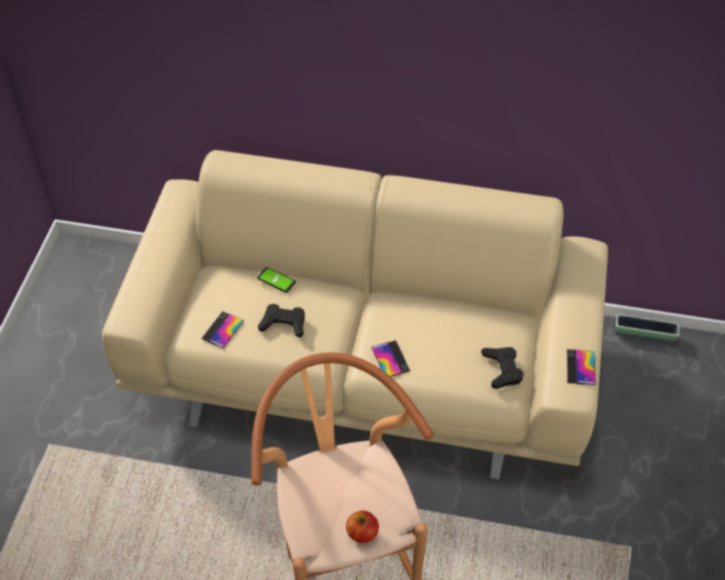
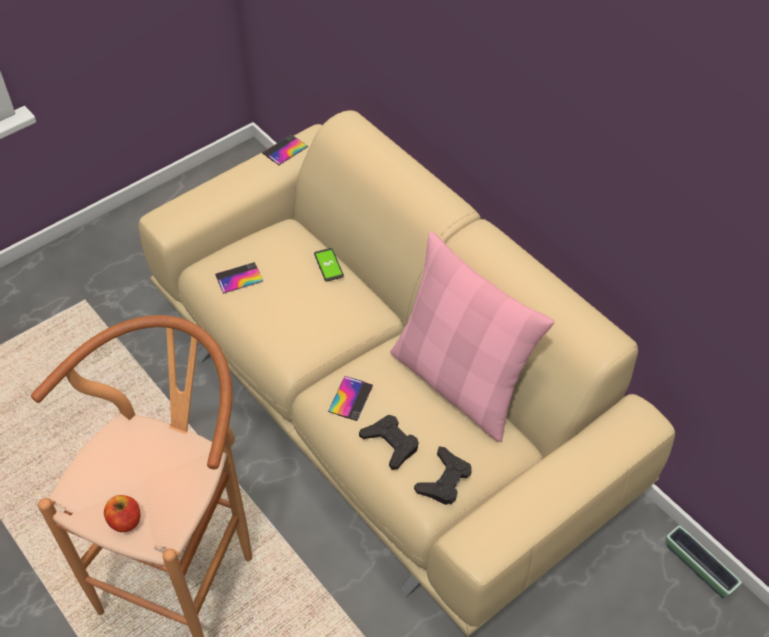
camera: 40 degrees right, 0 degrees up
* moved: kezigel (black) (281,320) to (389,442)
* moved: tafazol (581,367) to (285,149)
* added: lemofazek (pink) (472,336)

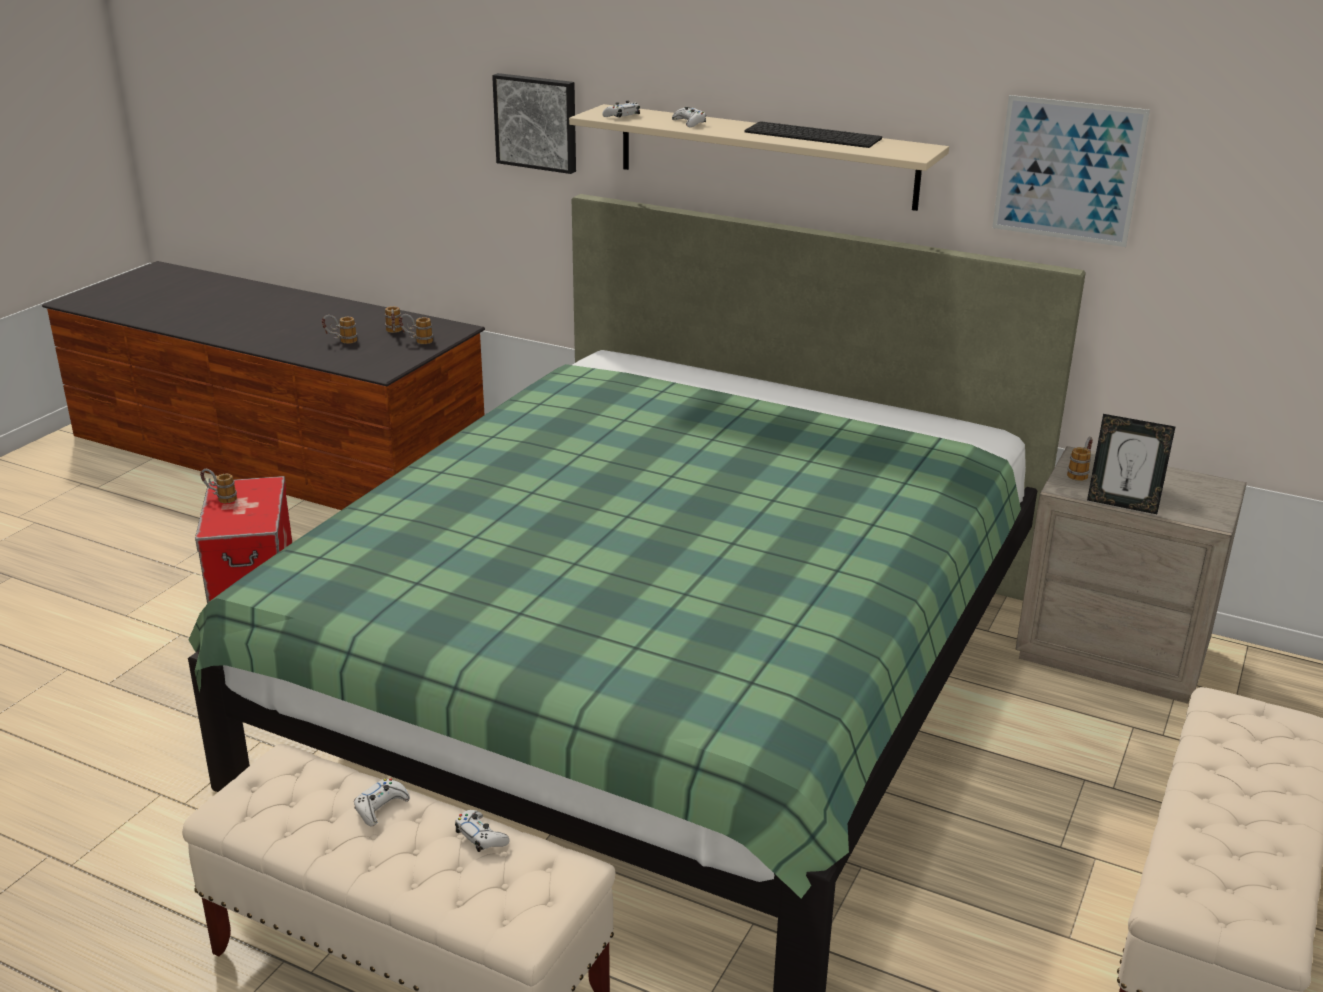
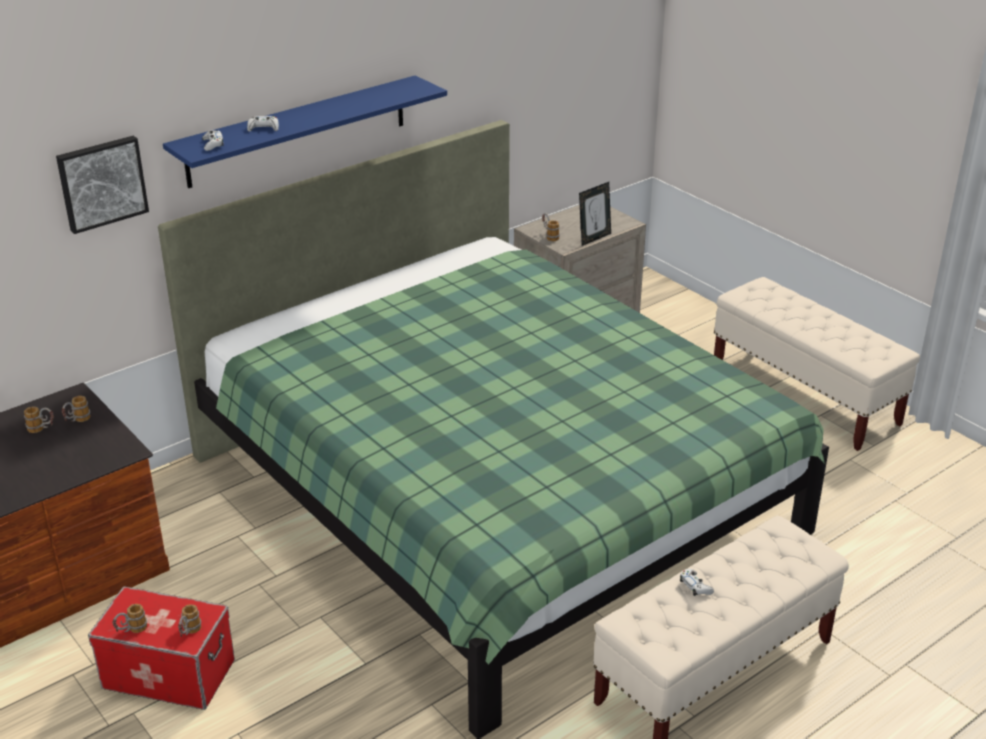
camera: 65 degrees left, 5 degrees up
* removed: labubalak (1071,171)
* recoloured: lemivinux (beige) (759,157) to lemivinux (blue) (305,131)
* removed: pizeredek (813,134)
* moved: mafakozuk (339,329) to (189,620)
* removed: kezigel (white) (482,831)

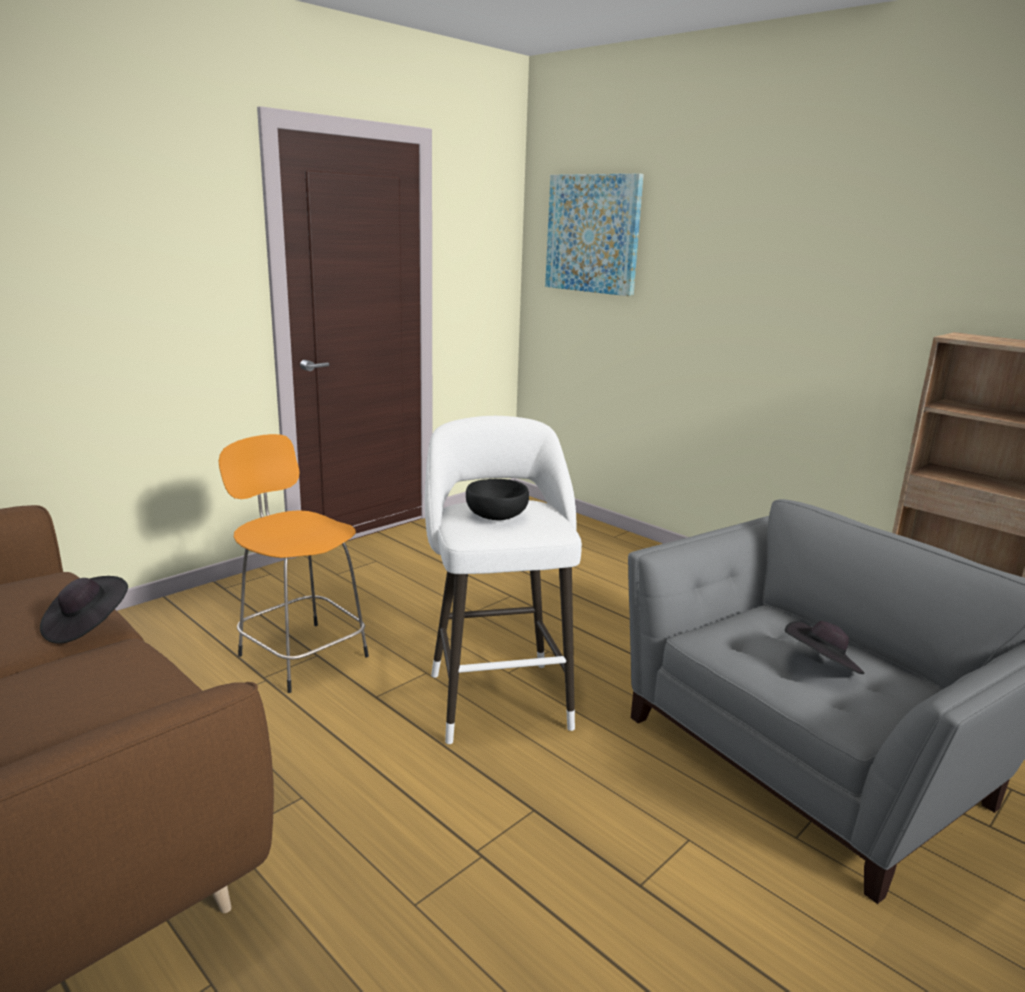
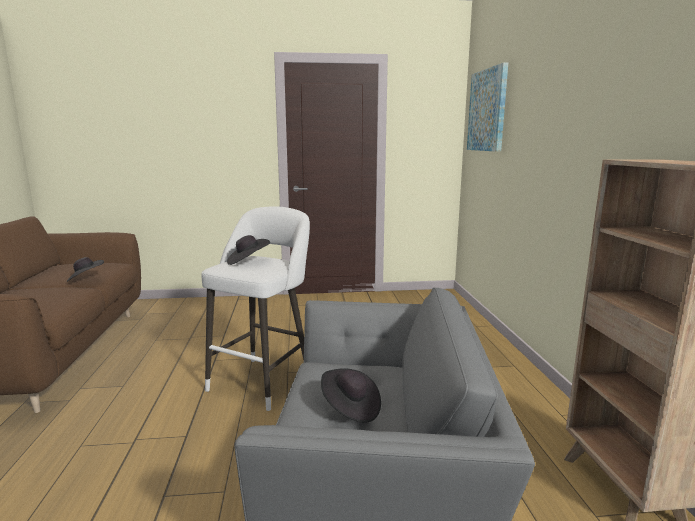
camera: 40 degrees right, 5 degrees down
* removed: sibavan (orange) (294,563)
* replaced: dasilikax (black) (497,499) to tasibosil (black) (248,250)

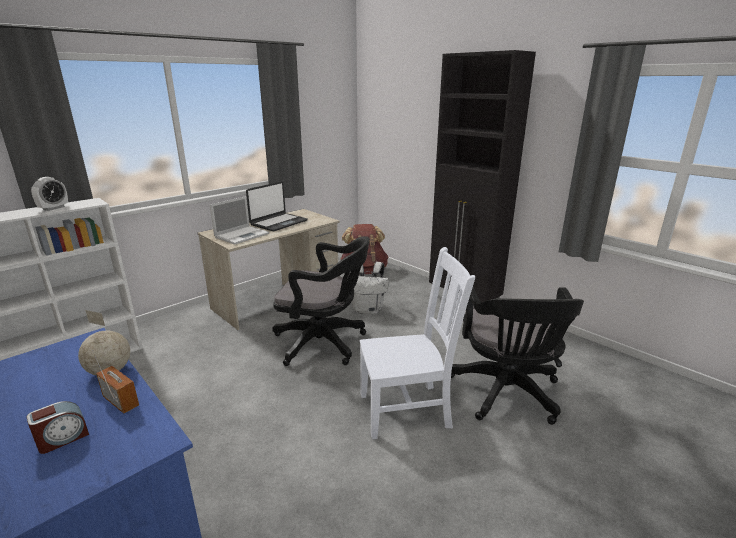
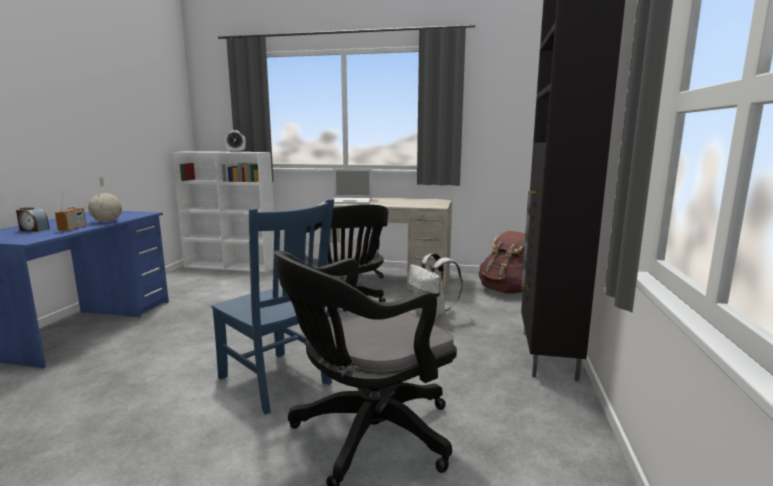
camera: 55 degrees right, 10 degrees down
* removed: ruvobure (277,206)
* recoloured: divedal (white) (417,343) to divedal (blue) (272,306)

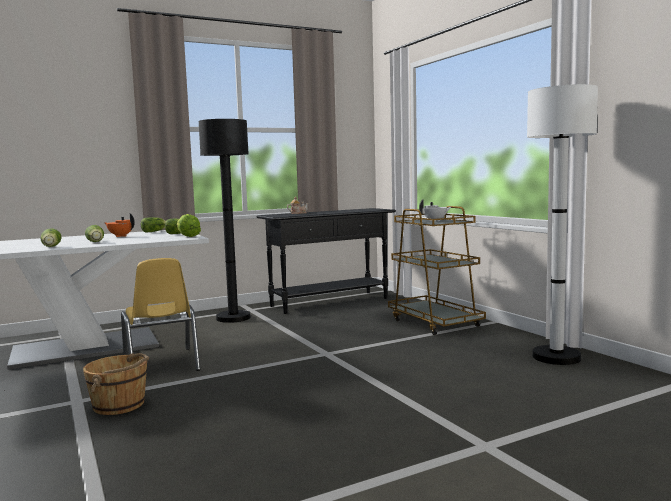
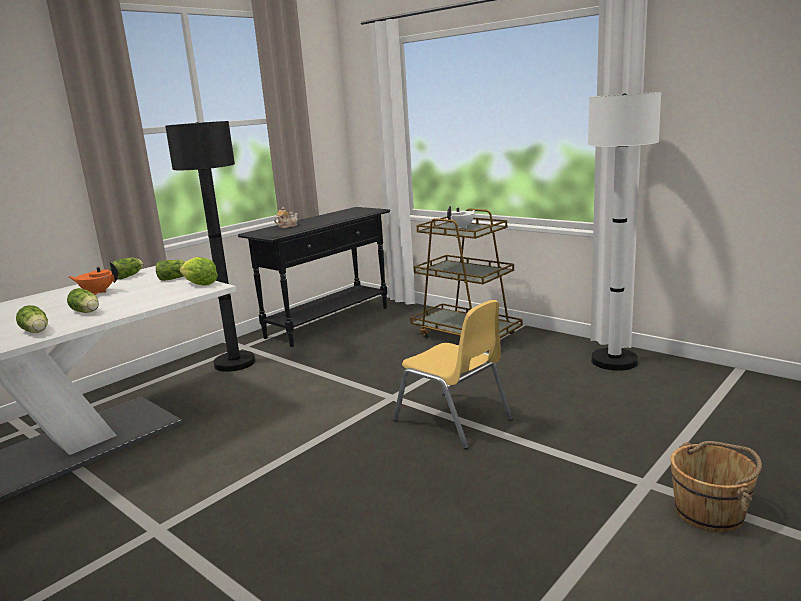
camera: 20 degrees left, 10 degrees up
* moved: divedal (yellow) (161,314) to (453,374)
* moved: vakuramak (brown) (116,384) to (716,486)

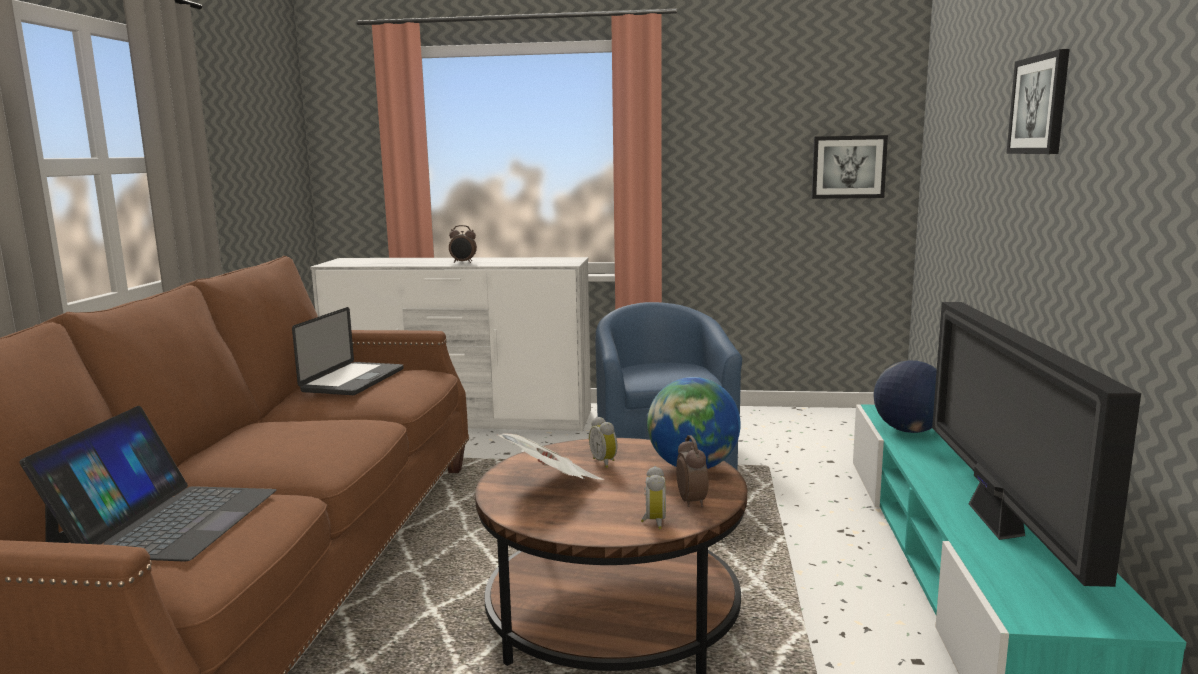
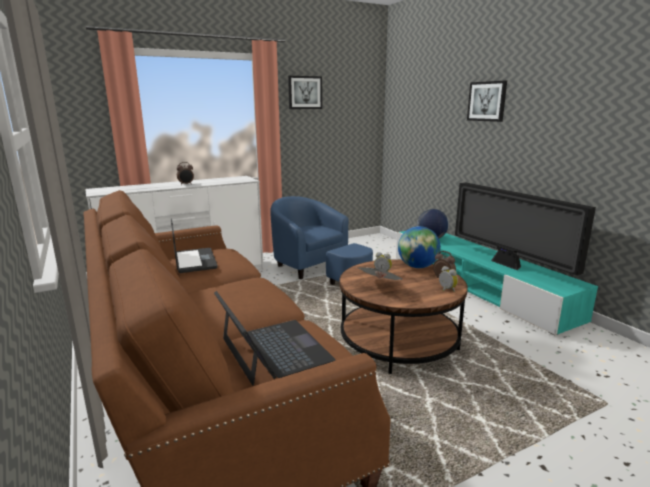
camera: 35 degrees left, 5 degrees up
* moved: labubalak (850,167) to (305,92)

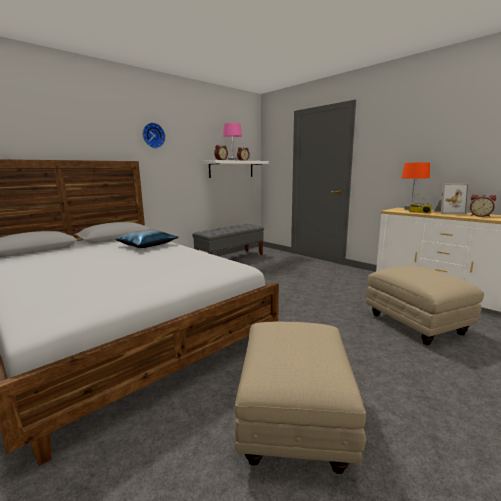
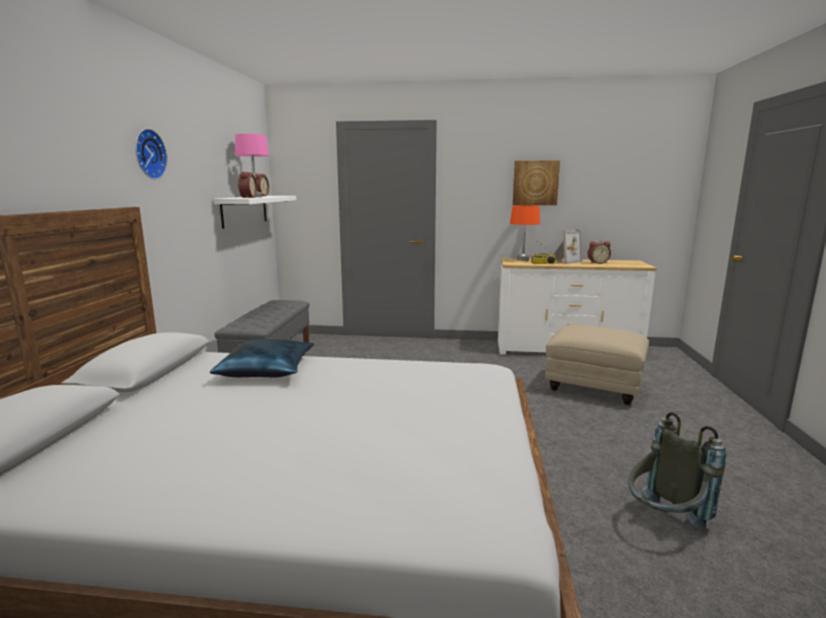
camera: 40 degrees left, 0 degrees up
* replaced: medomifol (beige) (300,398) to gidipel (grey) (677,470)
* added: labubalak (536,182)

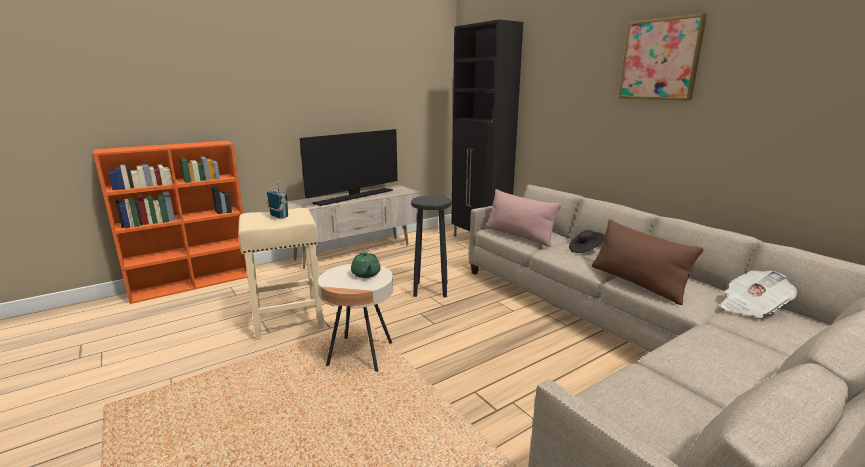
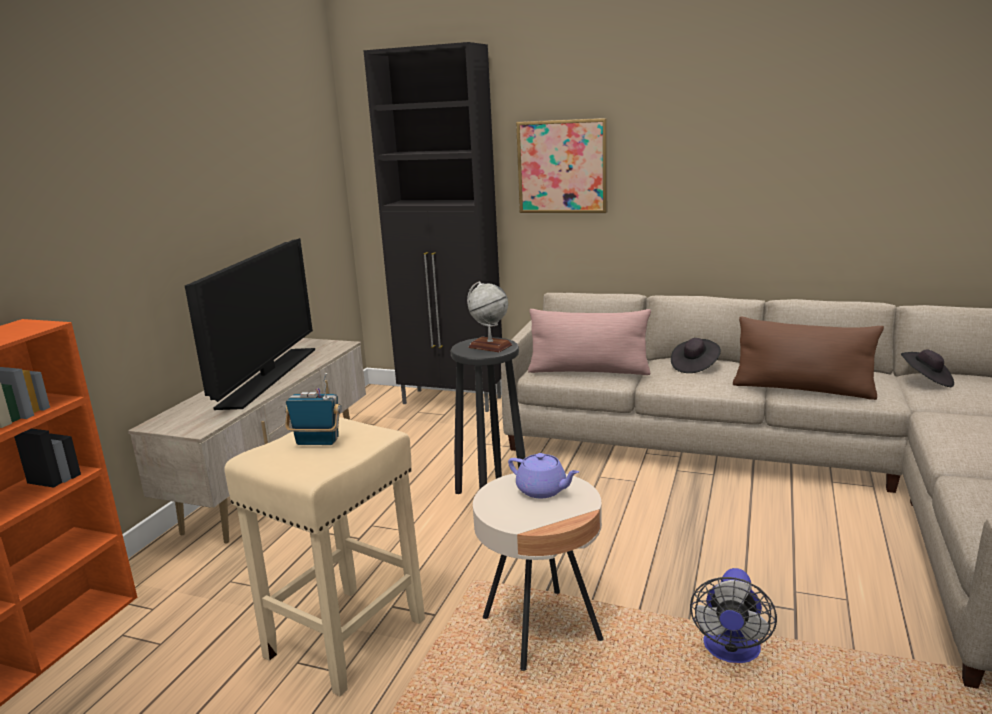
camera: 35 degrees left, 0 degrees up
* moved: labubalak (662,57) to (561,165)
* recoloured: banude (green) (366,265) to banude (purple) (543,475)
* replaced: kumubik (759,294) to tasibosil (black) (927,368)
* added: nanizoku (489,316)
* added: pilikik (733,615)

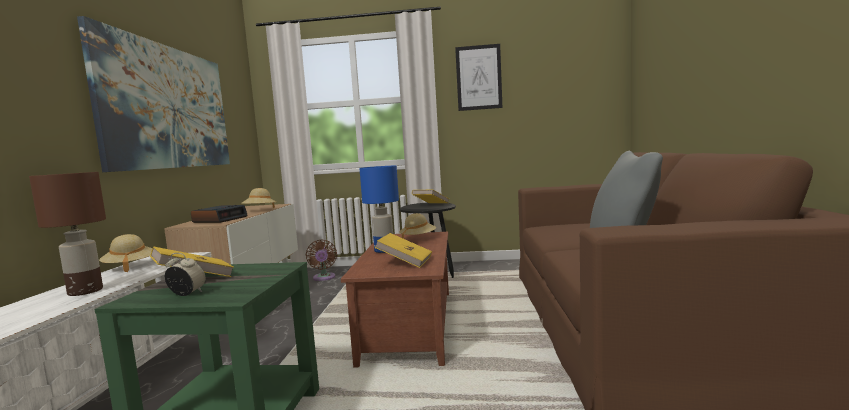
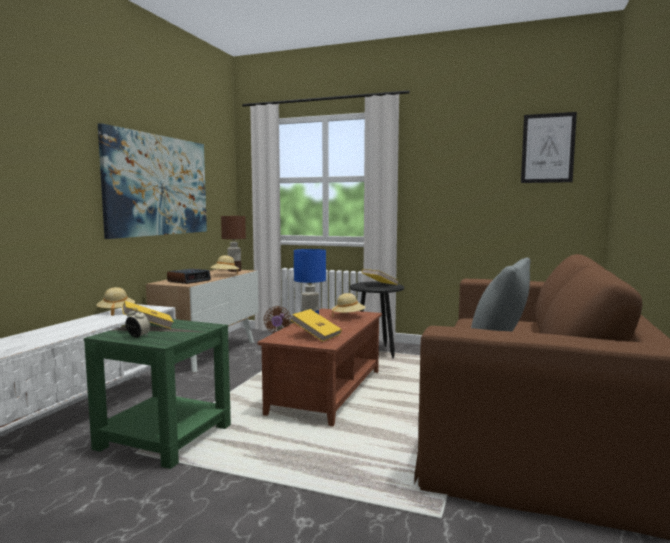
camera: 15 degrees right, 0 degrees up
* moved: labubalak (478,77) to (549,147)
* moved: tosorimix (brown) (67,234) to (233,244)

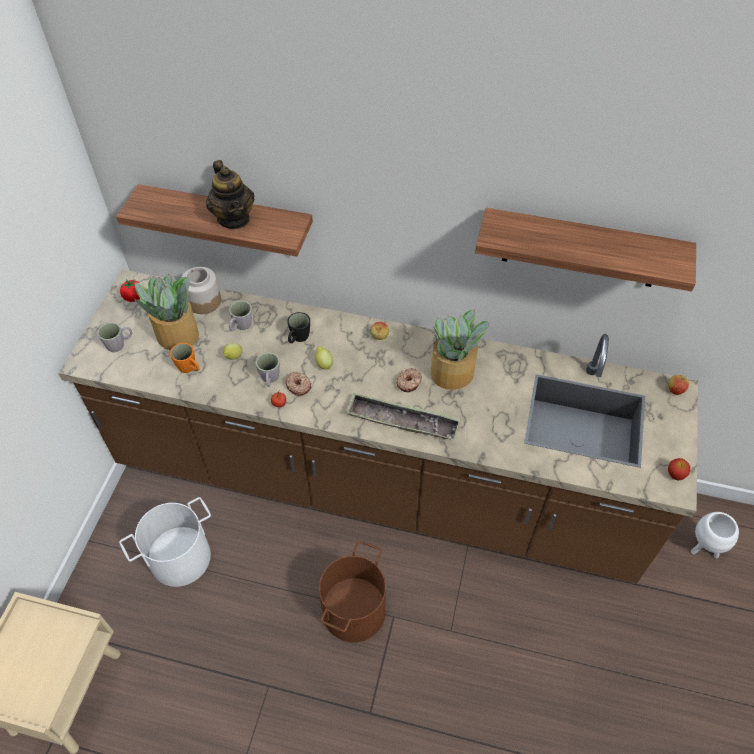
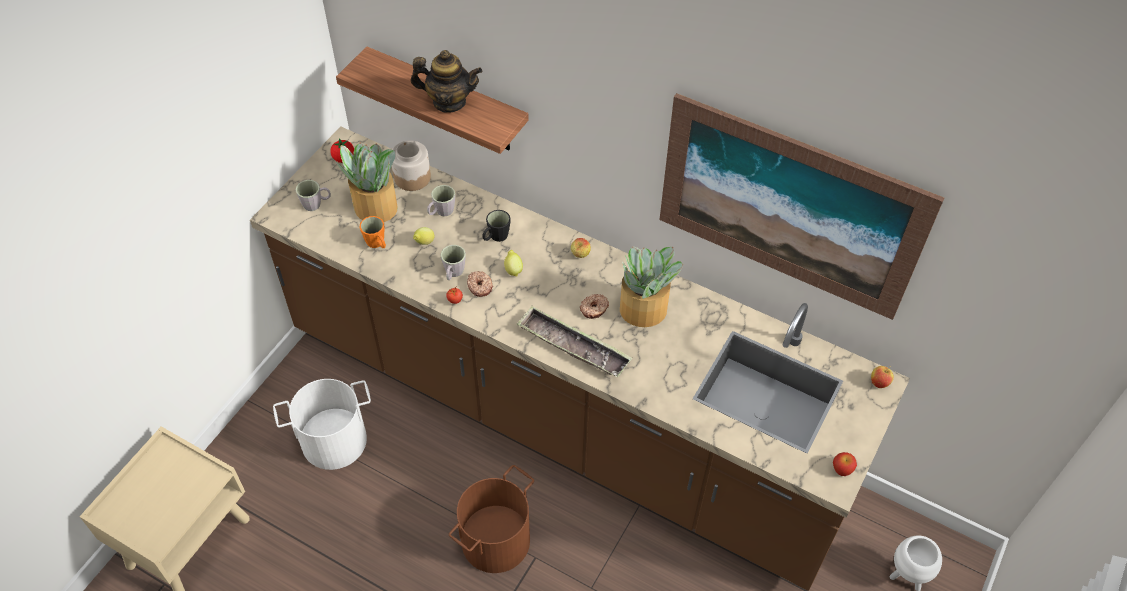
camera: 15 degrees right, 0 degrees up
* turned: banude (230,194) = (446,81) 75 degrees counterclockwise
* replaced: lemivinux (585,250) to labubalak (802,206)

